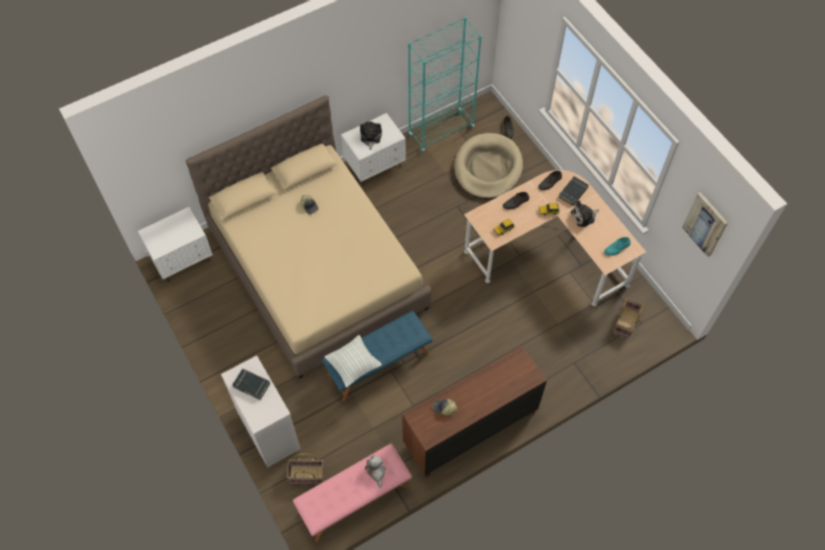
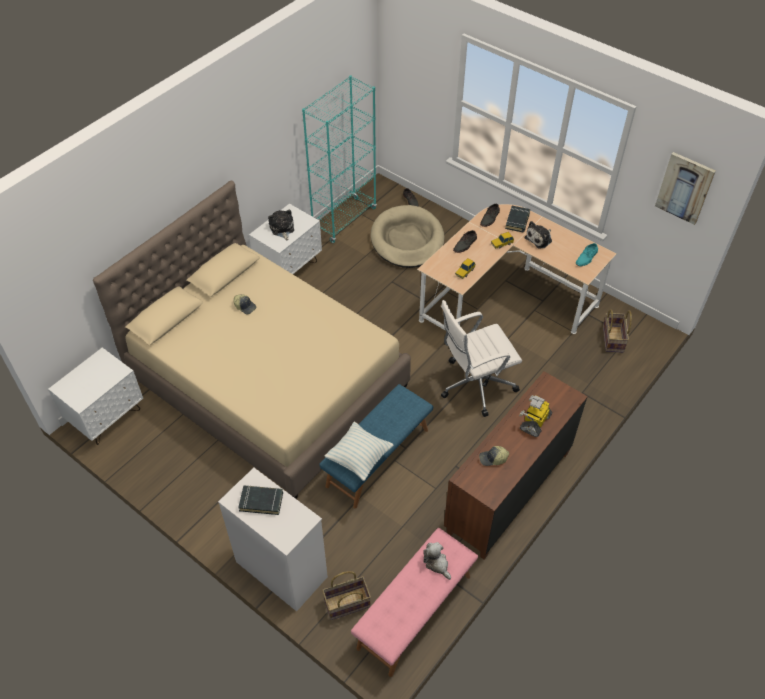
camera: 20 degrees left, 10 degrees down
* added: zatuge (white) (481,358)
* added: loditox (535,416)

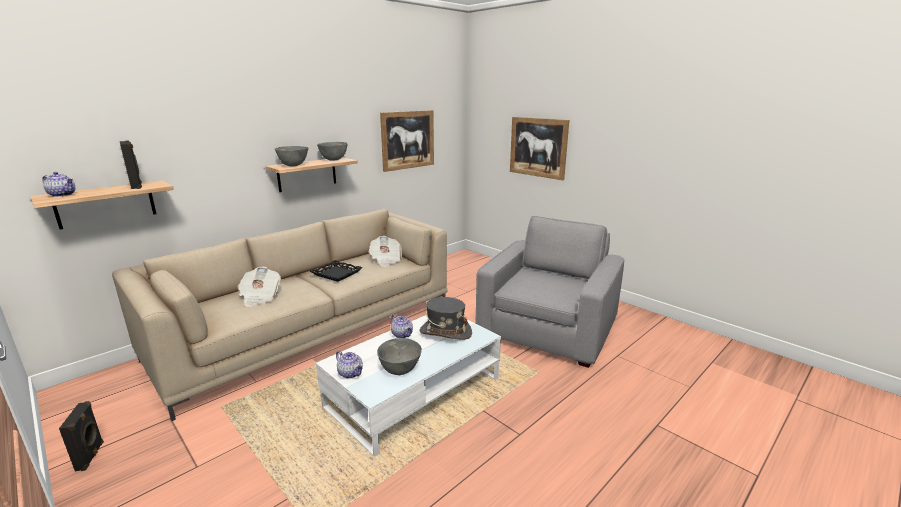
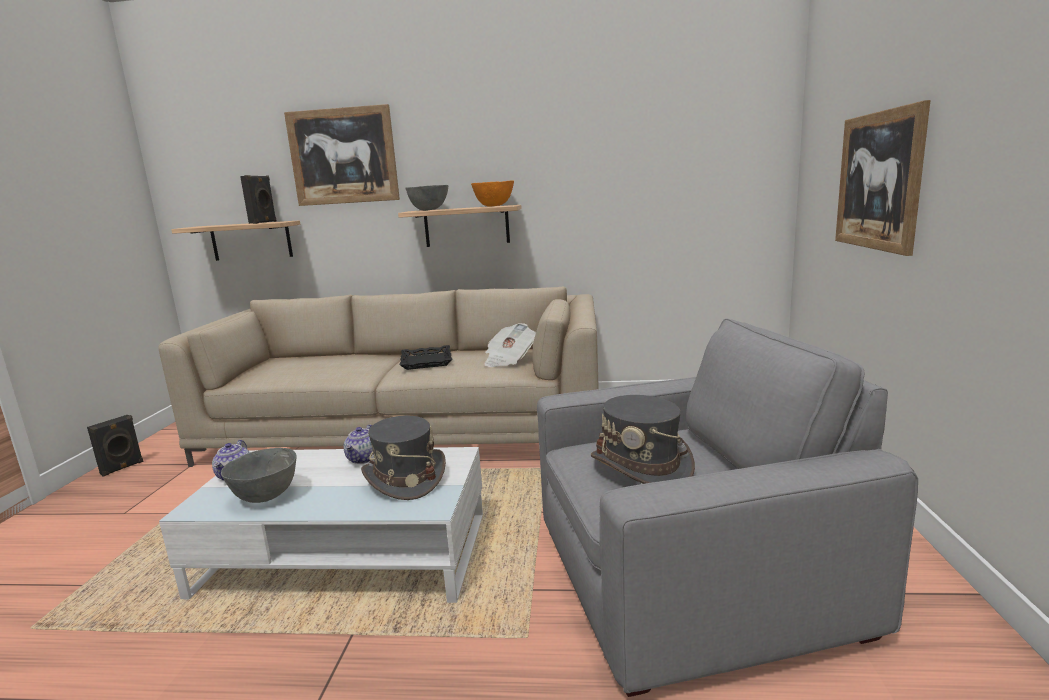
camera: 50 degrees right, 5 degrees down
* moved: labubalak (407,141) to (342,155)
* recoloured: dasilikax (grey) (332,151) to dasilikax (orange) (492,193)
* removed: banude (59,184)
* removed: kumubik (259,287)
* added: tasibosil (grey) (643,439)

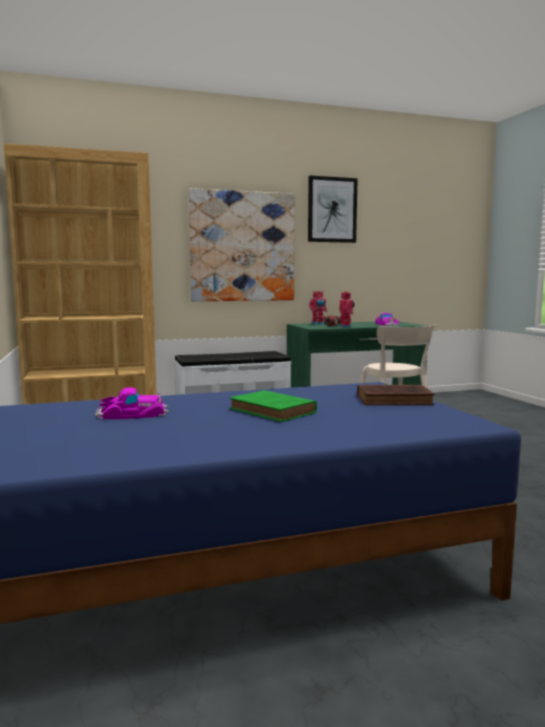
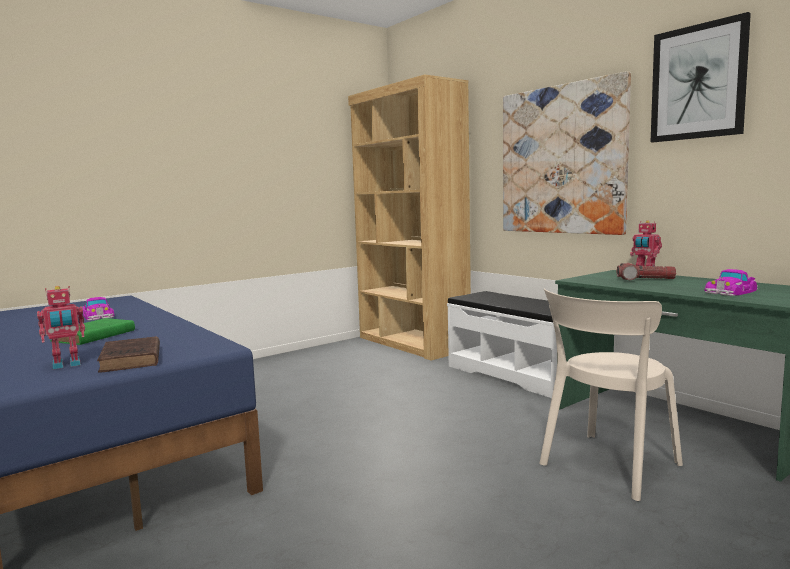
camera: 70 degrees right, 0 degrees up
* moved: loditox (346,309) to (61,327)

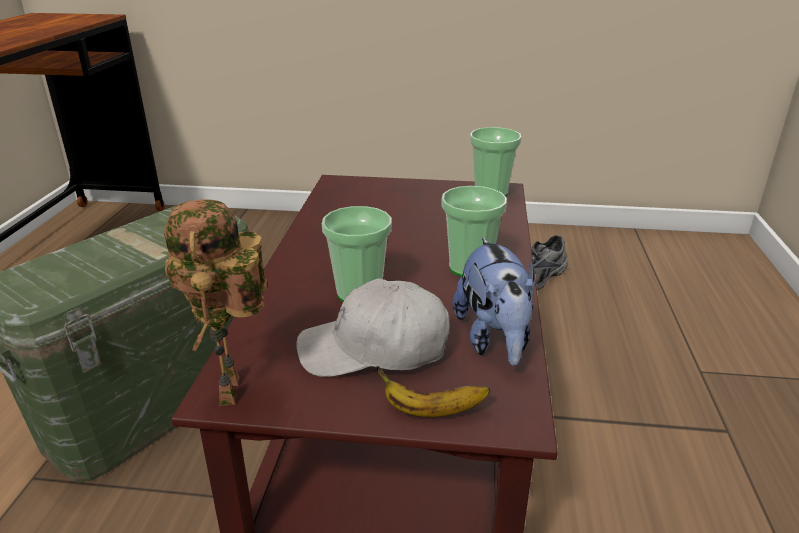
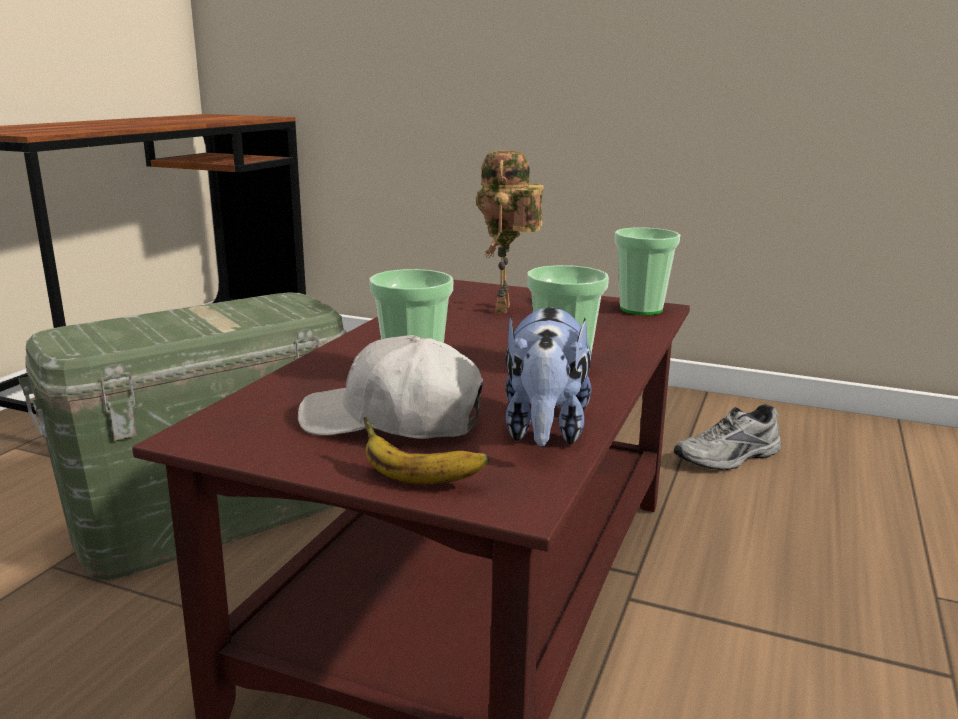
camera: 15 degrees right, 10 degrees down
* moved: loditox (215,302) to (510,232)

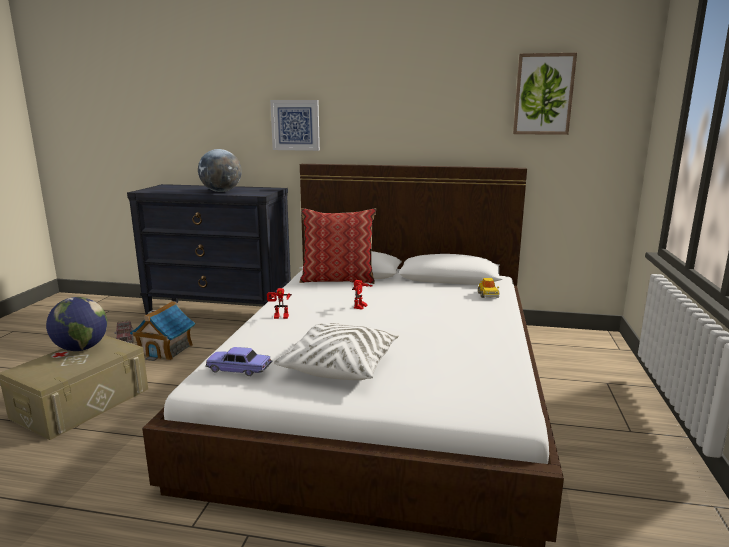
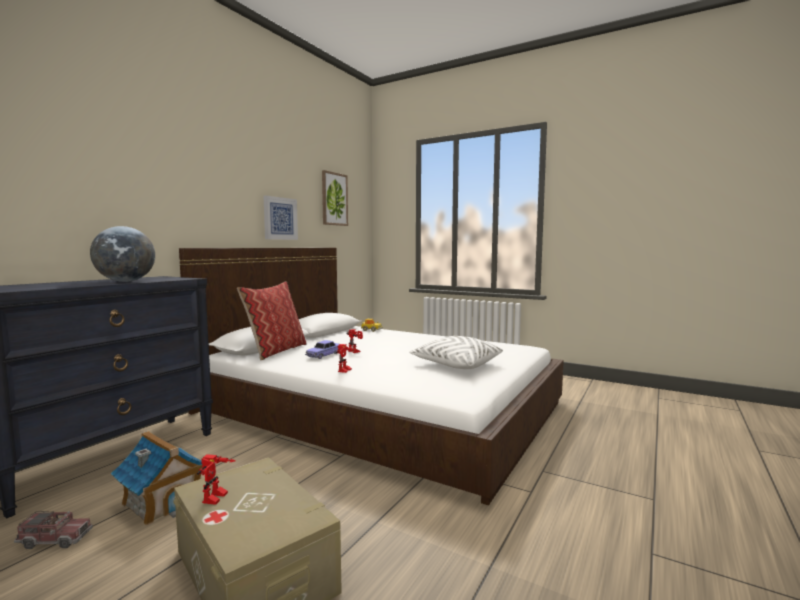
camera: 70 degrees left, 10 degrees down
* moved: labubalak (295,125) to (280,218)
* replaced: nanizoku (76,324) to loditox (216,479)
* moved: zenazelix (238,361) to (322,349)

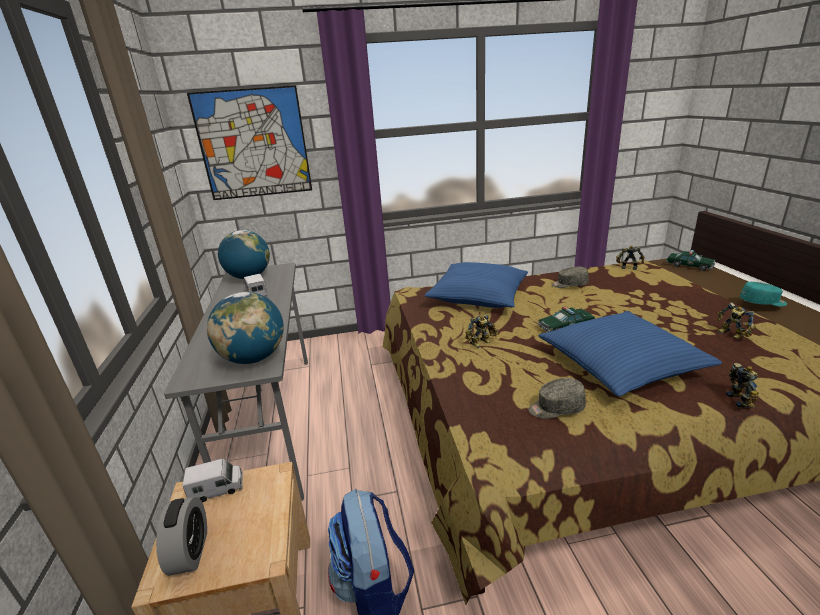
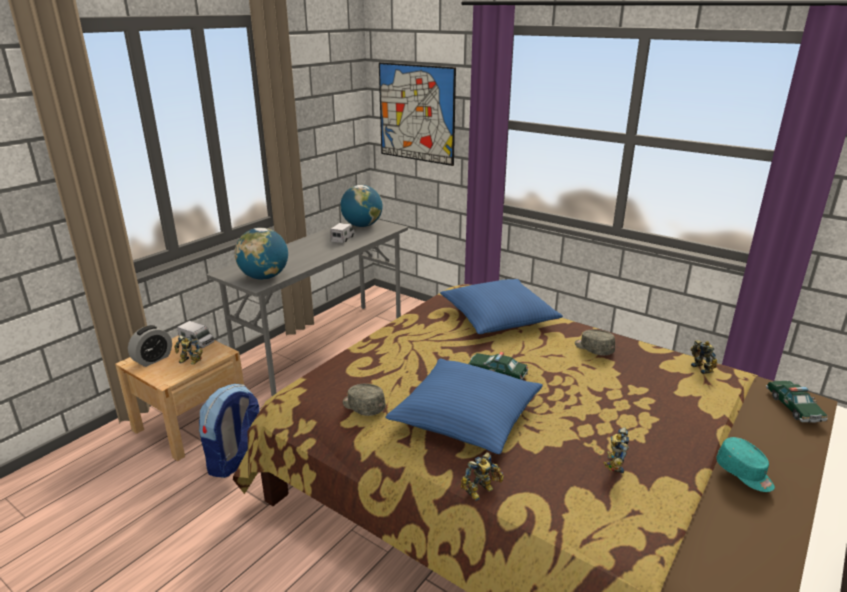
camera: 45 degrees right, 0 degrees up
* moved: loditox (481,331) to (188,350)

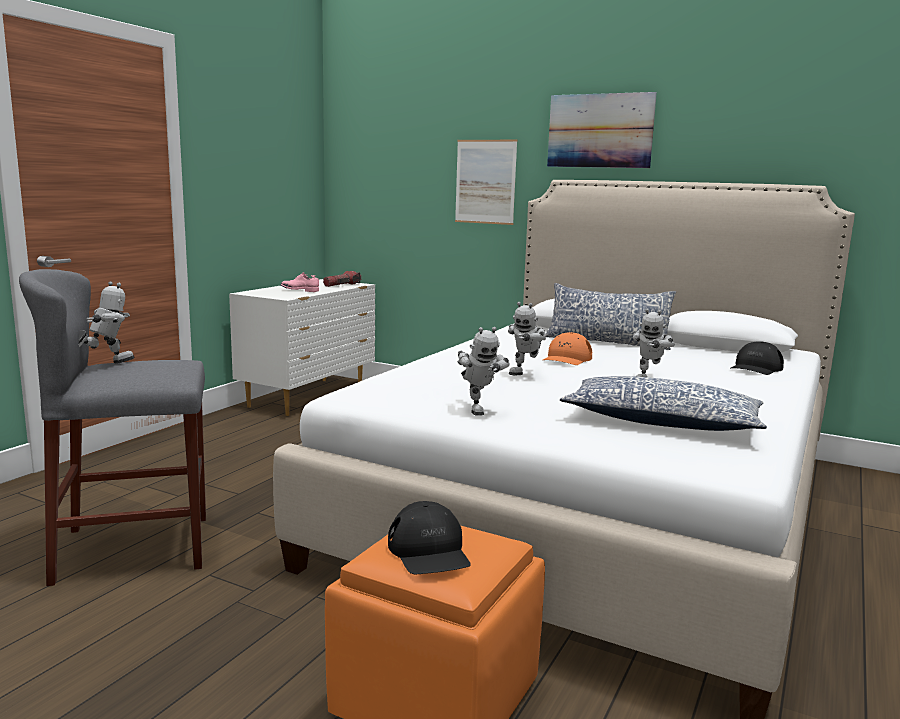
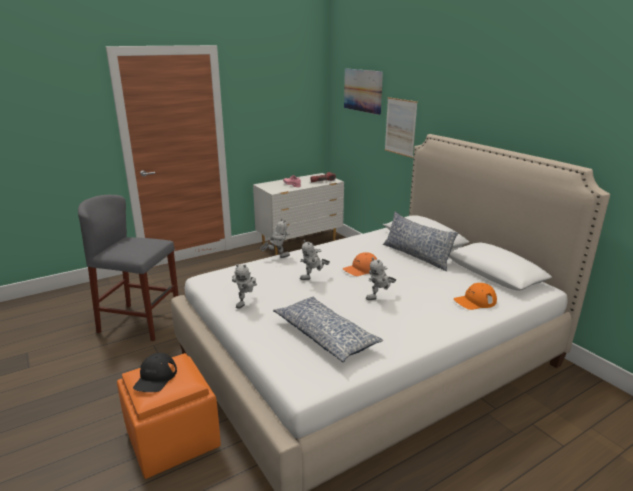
camera: 30 degrees right, 10 degrees up
* moved: labubalak (602,130) to (363,91)
* moved: loditox (106,322) to (275,238)
* recoloured: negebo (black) (757,358) to negebo (orange) (475,296)

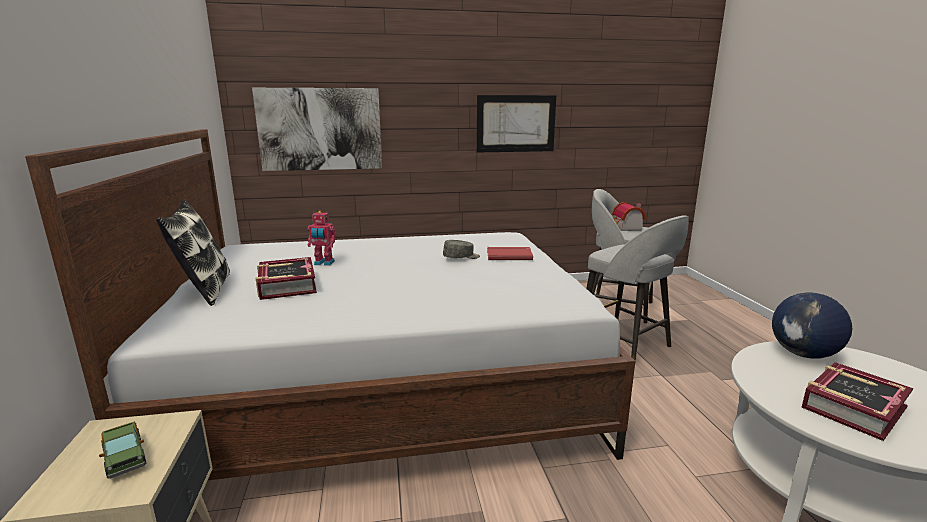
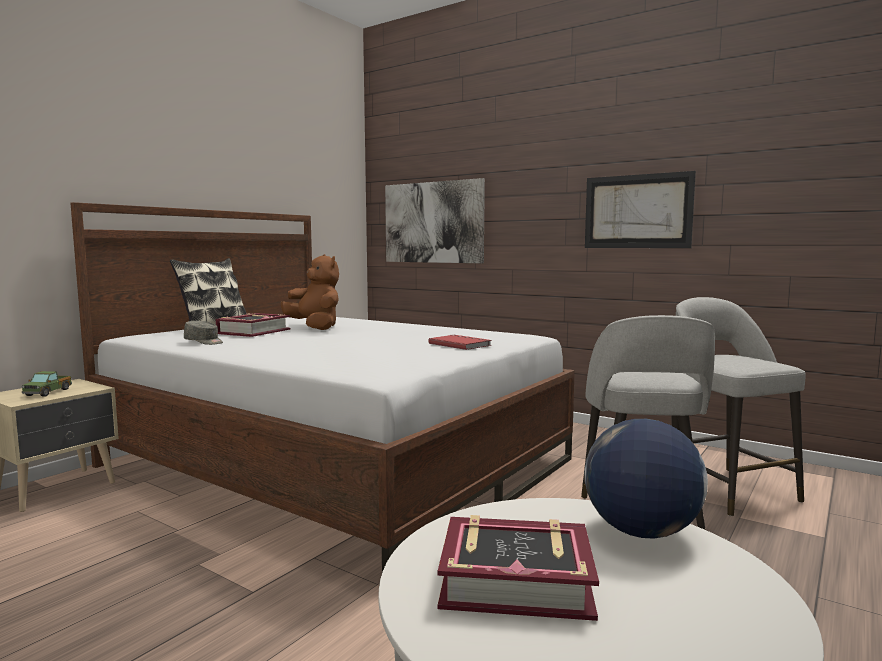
camera: 45 degrees right, 10 degrees down
* removed: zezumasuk (629,216)
* replaced: loditox (322,238) to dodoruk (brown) (309,292)
* moved: negebo (grey) (461,249) to (203,333)

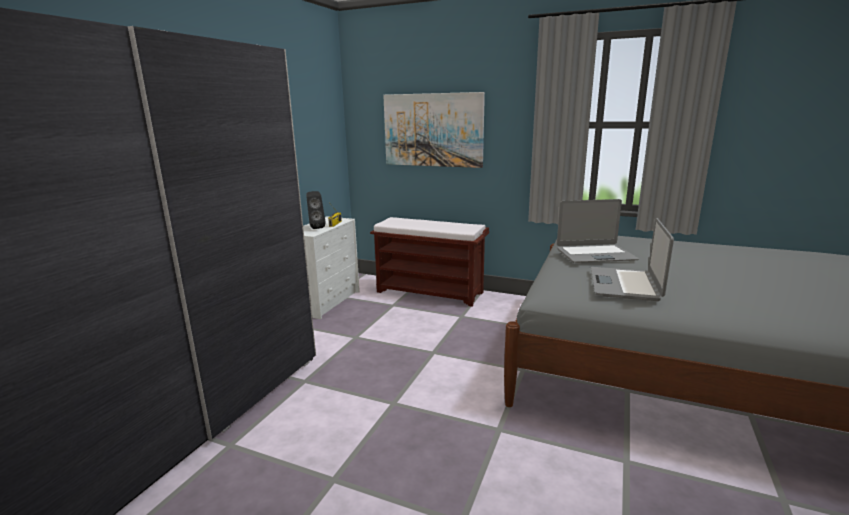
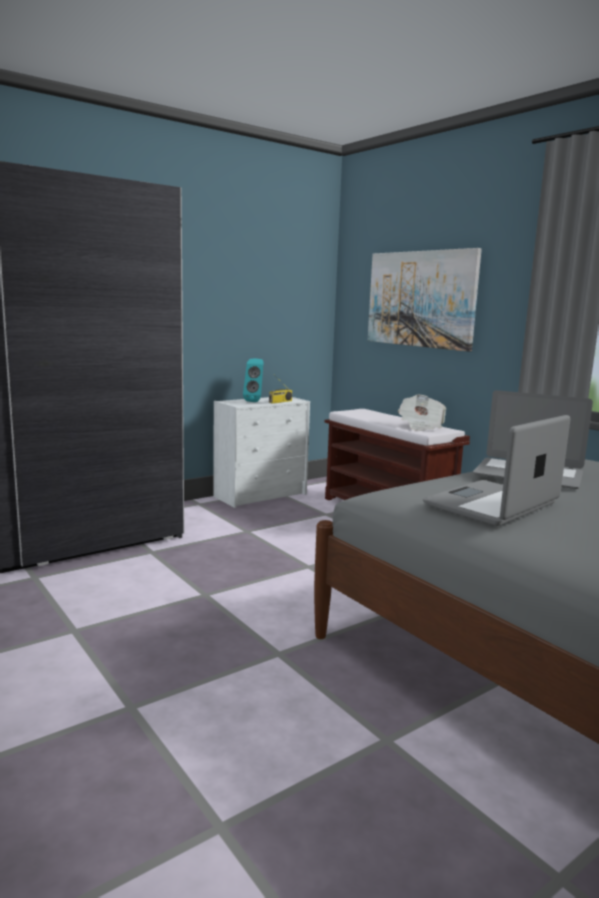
camera: 30 degrees right, 5 degrees down
* recoloured: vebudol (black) (315,210) to vebudol (turquoise) (253,380)
* added: kumubik (422,413)

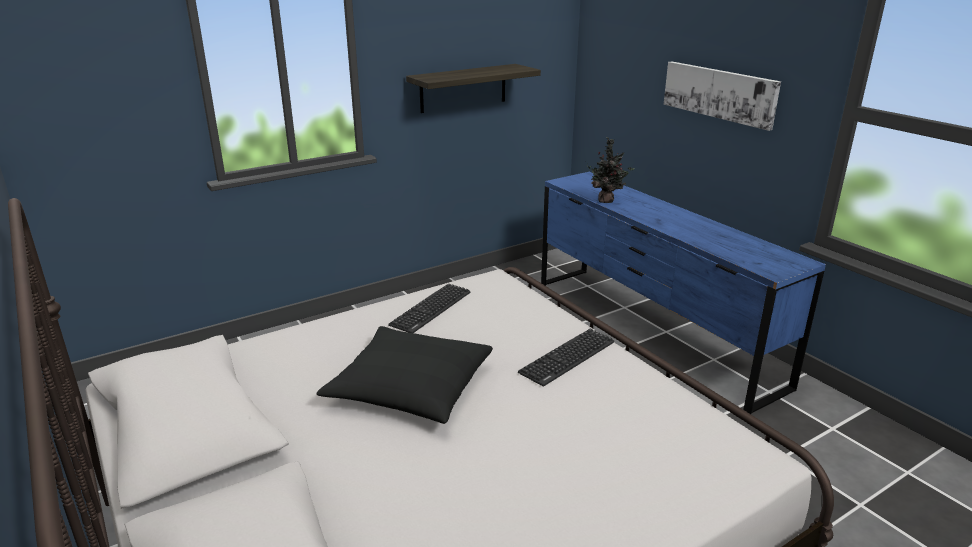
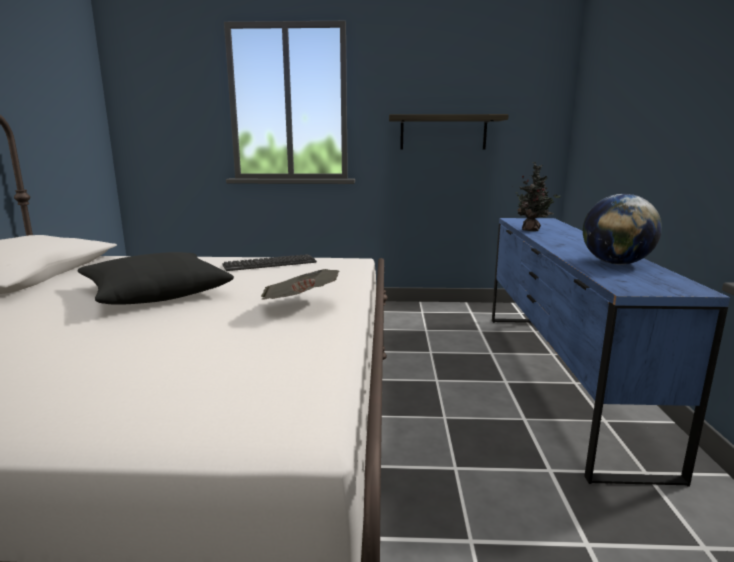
camera: 35 degrees right, 10 degrees down
* removed: labubalak (722,96)
* replaced: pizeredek (566,357) to kumubik (300,284)
* added: nanizoku (622,229)

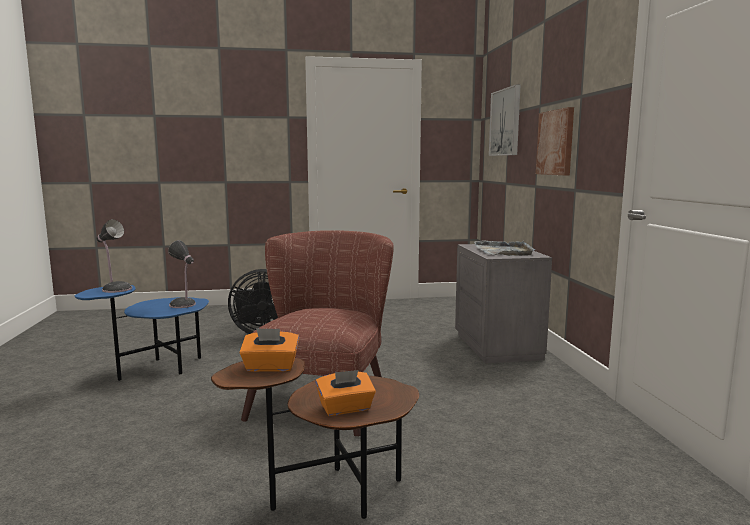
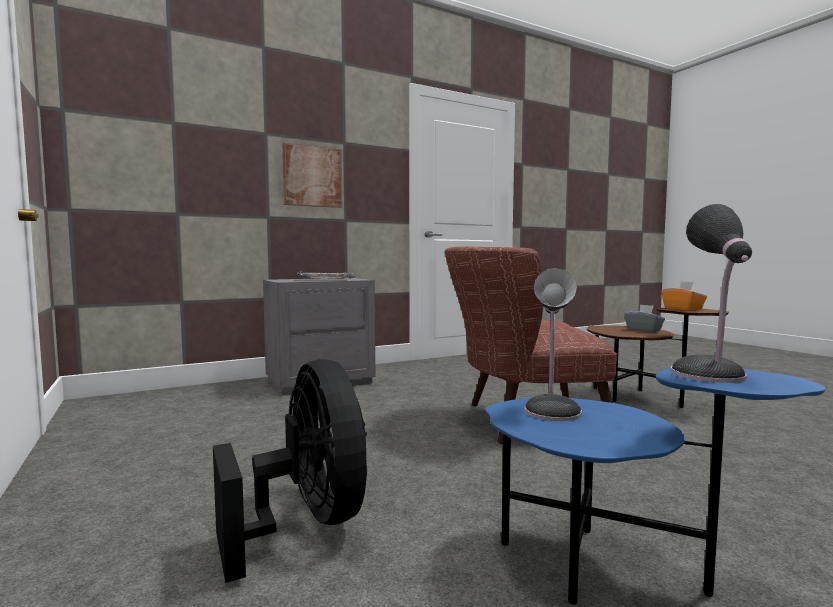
camera: 110 degrees left, 5 degrees down
* removed: labubalak (505,120)
* recoloured: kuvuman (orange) (346,393) to kuvuman (grey) (645,318)

